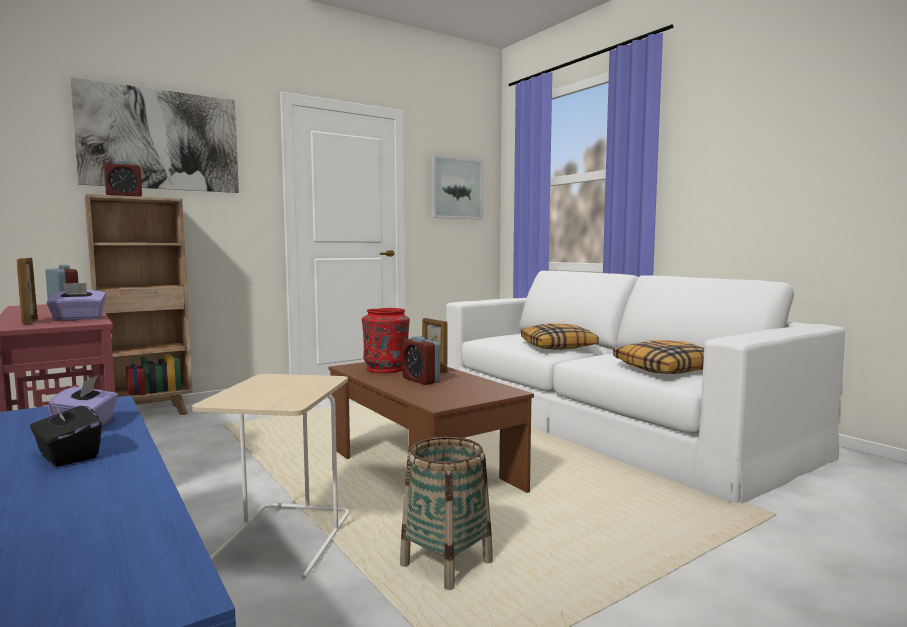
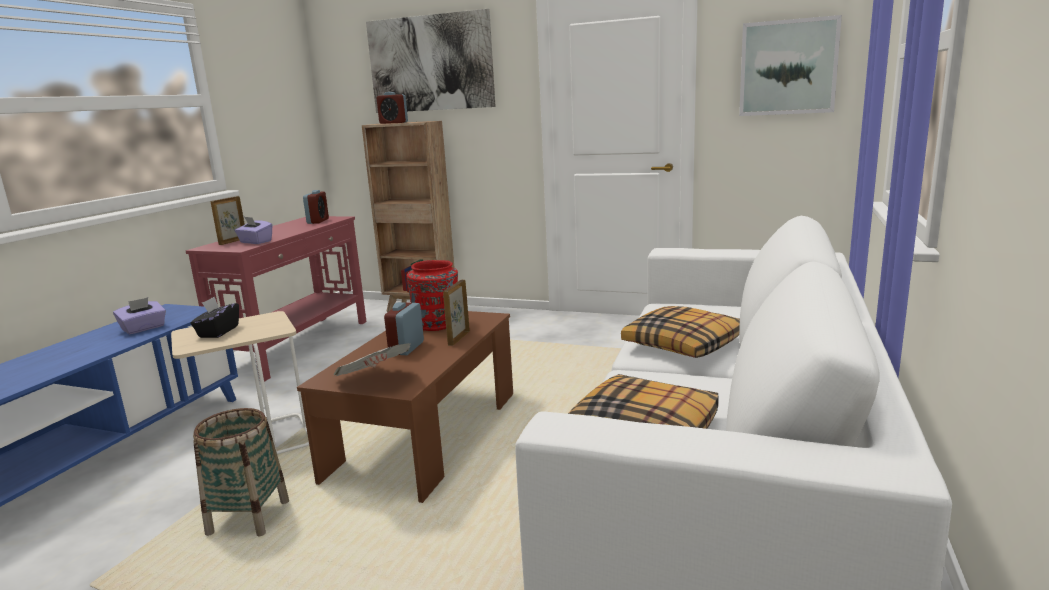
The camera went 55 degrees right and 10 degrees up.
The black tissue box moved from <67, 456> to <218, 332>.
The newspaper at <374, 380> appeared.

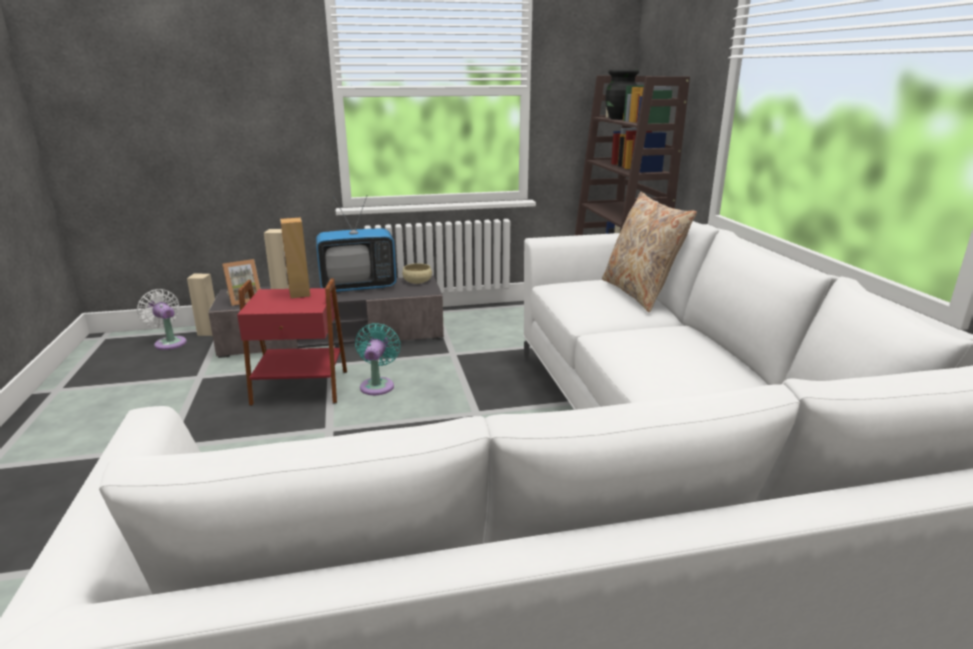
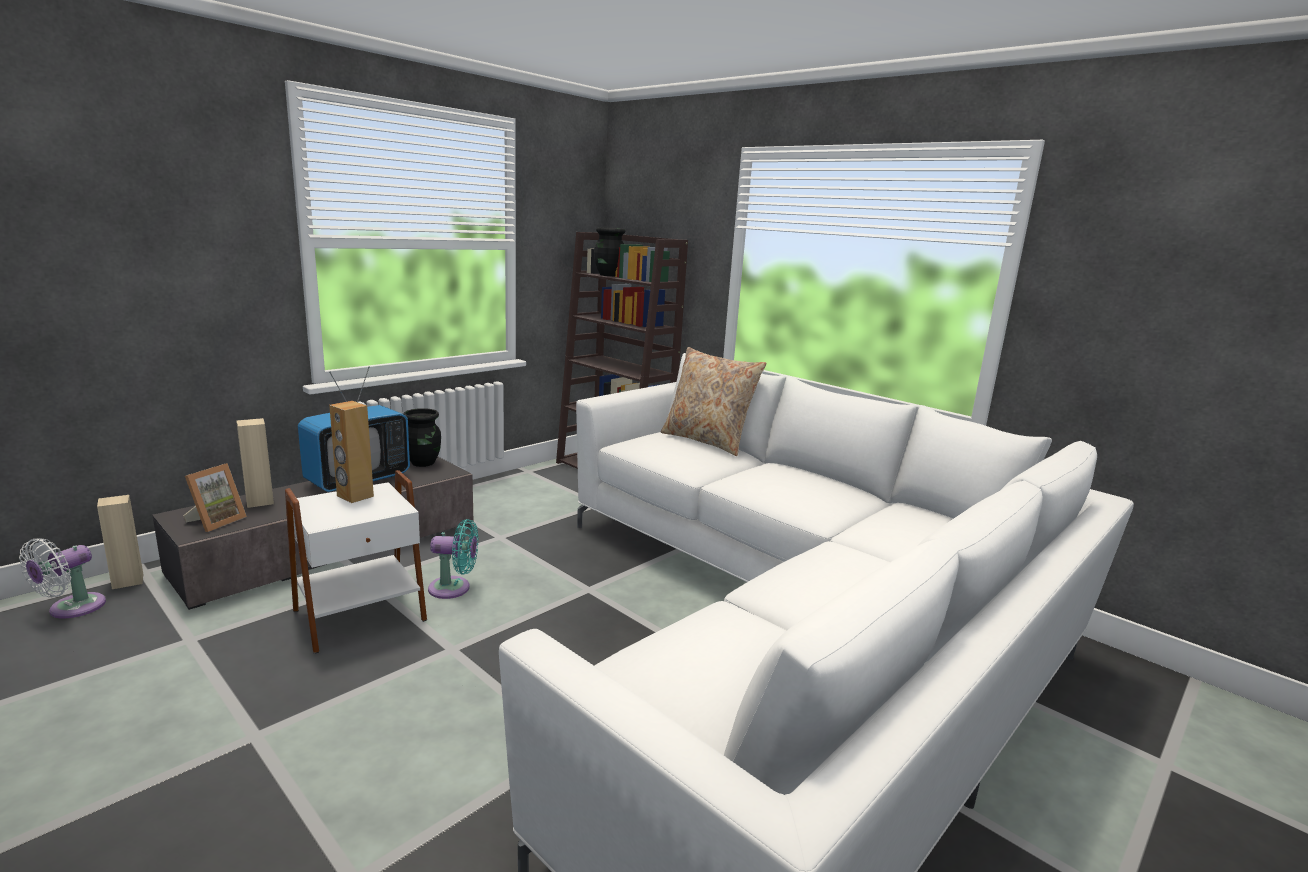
The camera went 35 degrees left and 5 degrees down.
The beige bowl at <417, 281> was replaced by the black vase at <423, 463>.
The red side table at <300, 388> became the white side table at <361, 616>.
The white fan at <169, 342> turned 75 degrees counterclockwise.
The turquoise fan at <378, 385> turned 120 degrees clockwise.

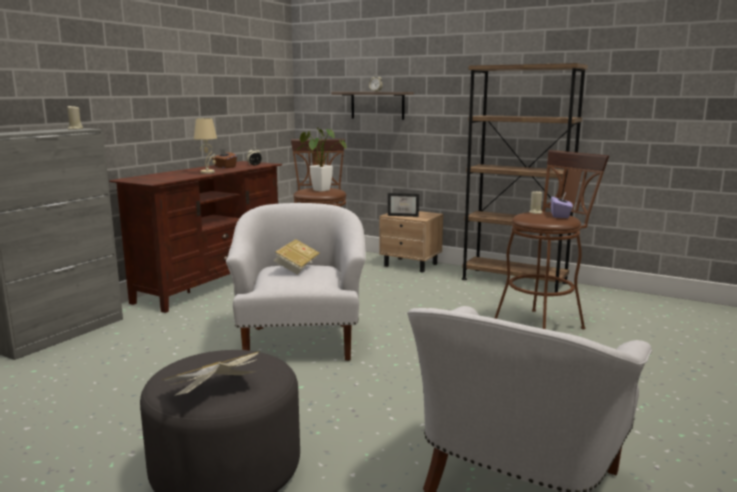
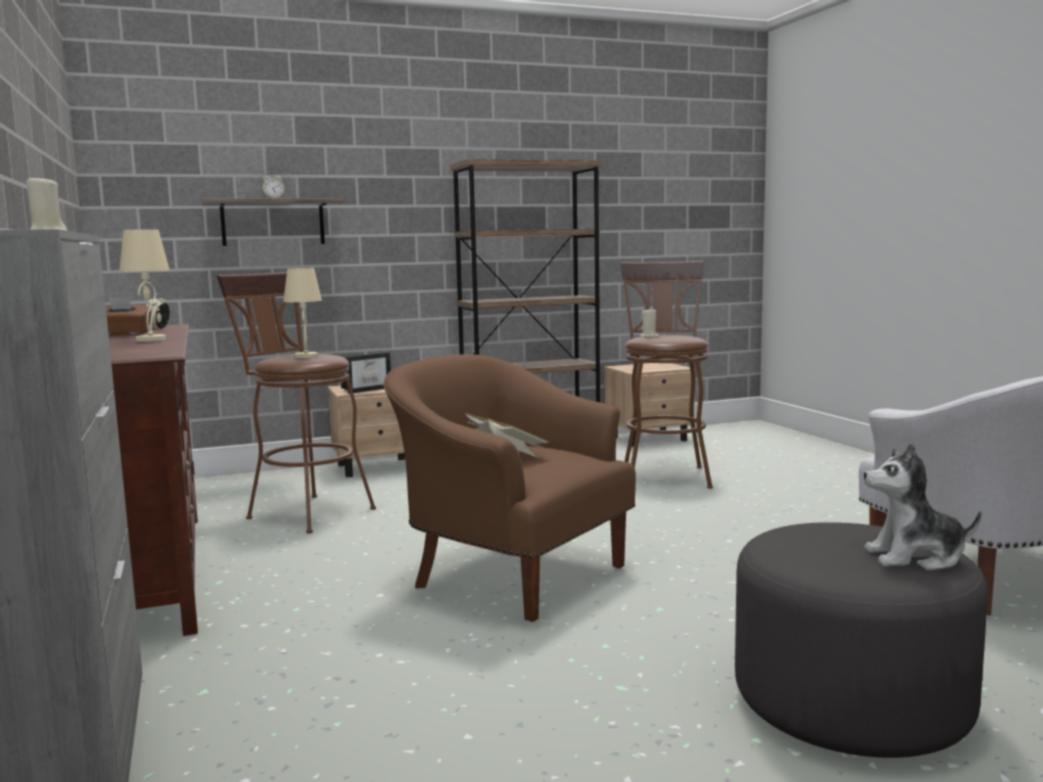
The camera went 50 degrees left and 5 degrees down.
The potted plant at <319, 190> was replaced by the beige table lamp at <305, 356>.
The purple tissue box at <560, 215> disappeared.
The white armchair at <301, 341> became the brown armchair at <512, 575>.
The book at <214, 390> was replaced by the plush toy at <915, 558>.
The beige nightstand at <649, 439> appeared.

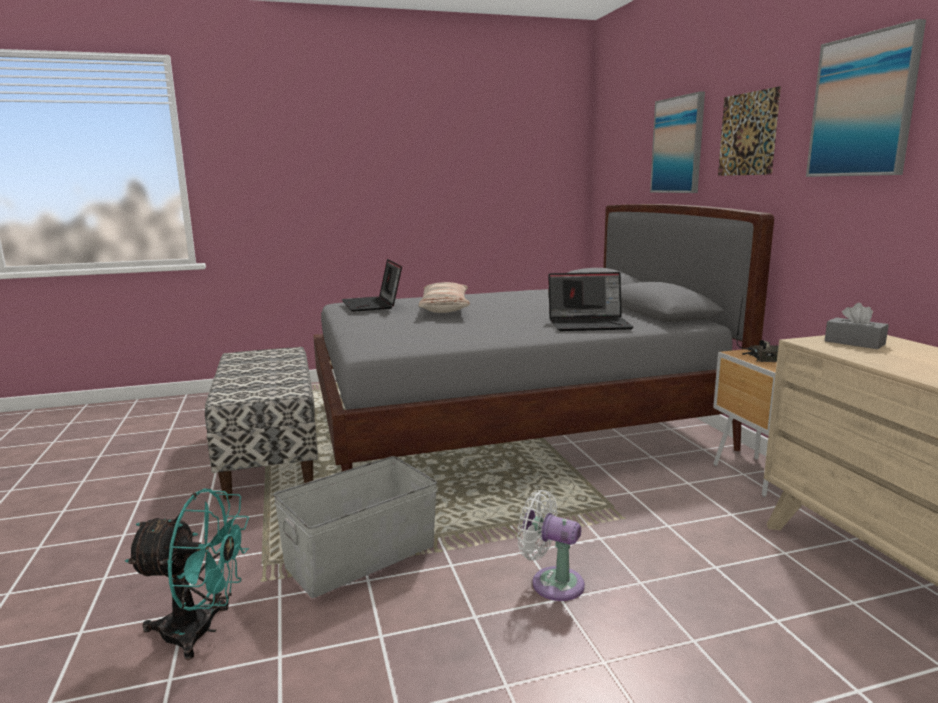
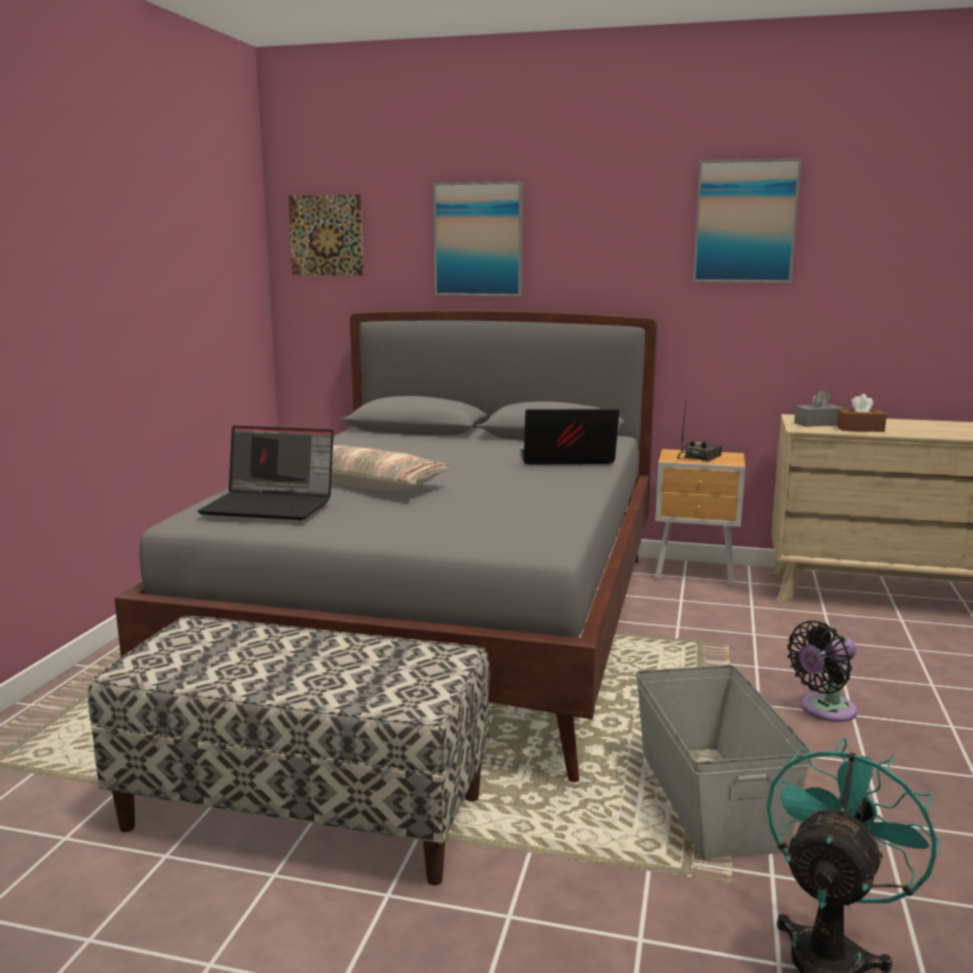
The camera went 60 degrees left and 0 degrees up.
The picture moved from <747, 134> to <326, 235>.
The laptop at <590, 324> turned 120 degrees counterclockwise.
The white fan at <552, 582> became the black fan at <824, 710>.
The brown tissue box at <860, 429> appeared.

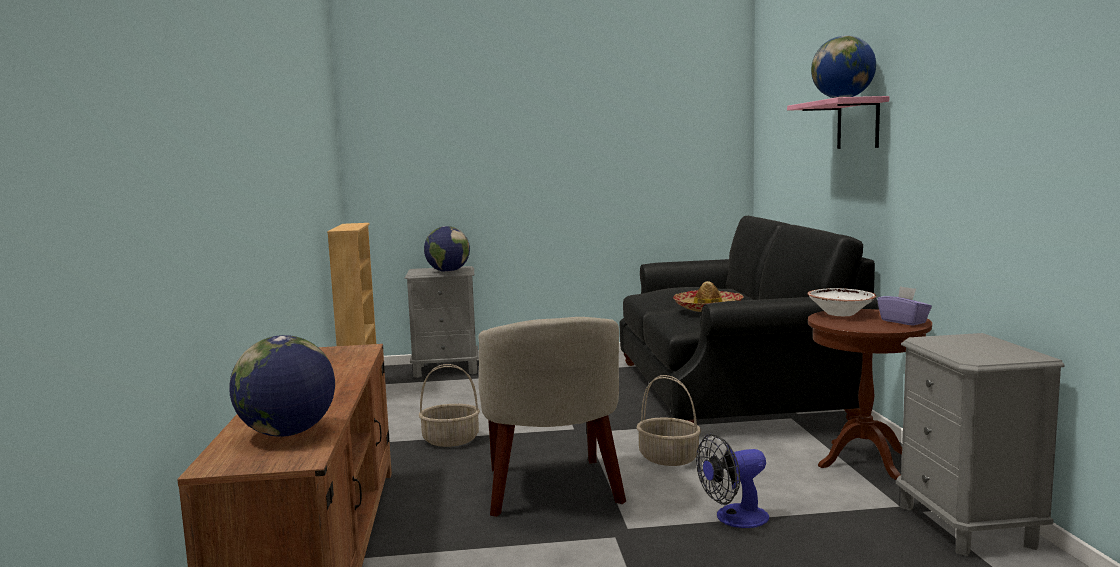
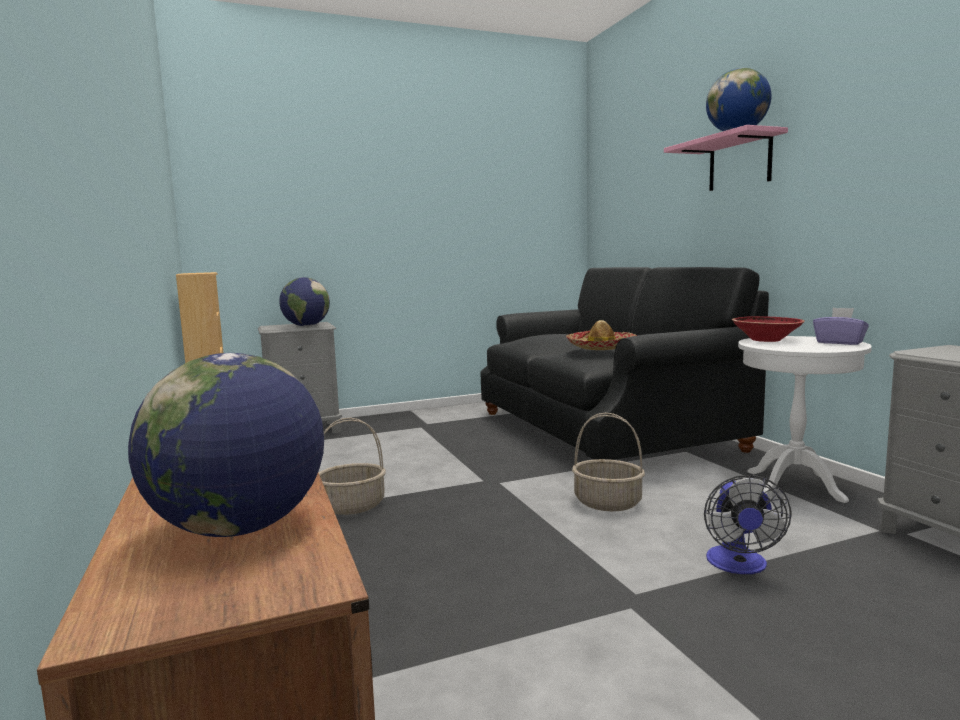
The camera went 15 degrees left and 0 degrees up.
The white bowl at <840, 313> became the red bowl at <766, 340>.
The brown side table at <864, 460> became the white side table at <794, 486>.
The beige armchair at <551, 489> disappeared.
The fan at <734, 518> turned 45 degrees counterclockwise.

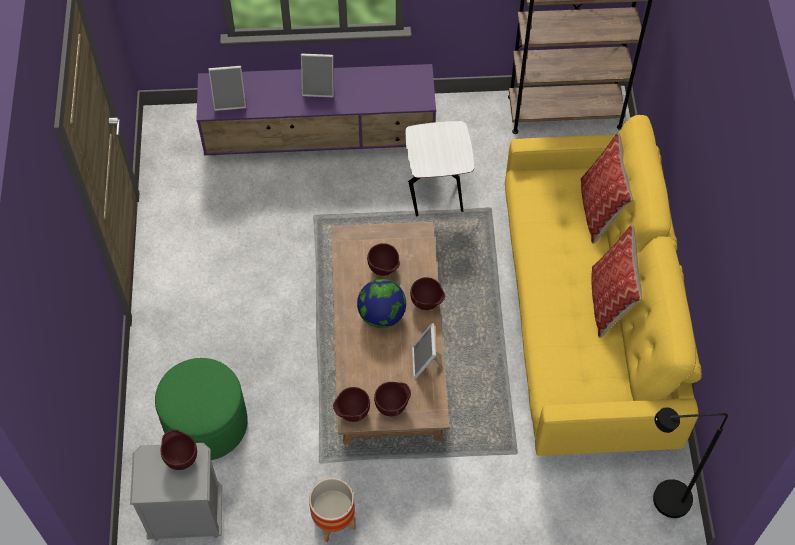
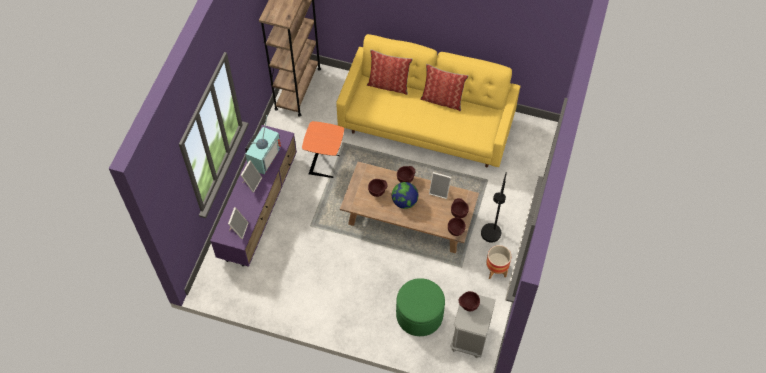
The camera went 70 degrees left and 0 degrees up.
The white side table at <437, 198> became the orange side table at <325, 164>.
The black floor lamp moved from <661, 502> to <490, 238>.
The television at <263, 156> appeared.

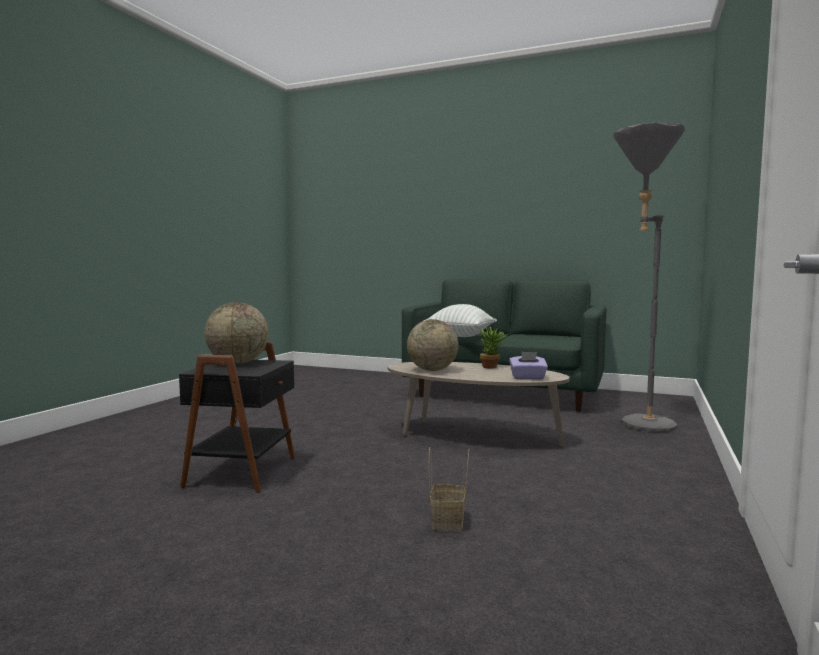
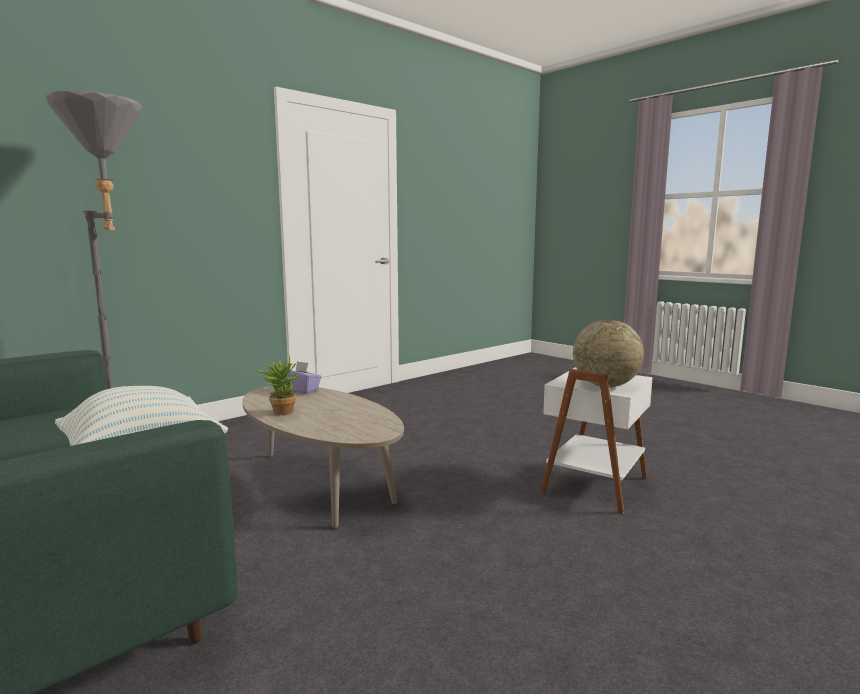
The camera went 155 degrees left and 5 degrees up.
The globe at <432, 370> disappeared.
The black side table at <244, 471> became the white side table at <592, 484>.
The basket at <448, 522> disappeared.

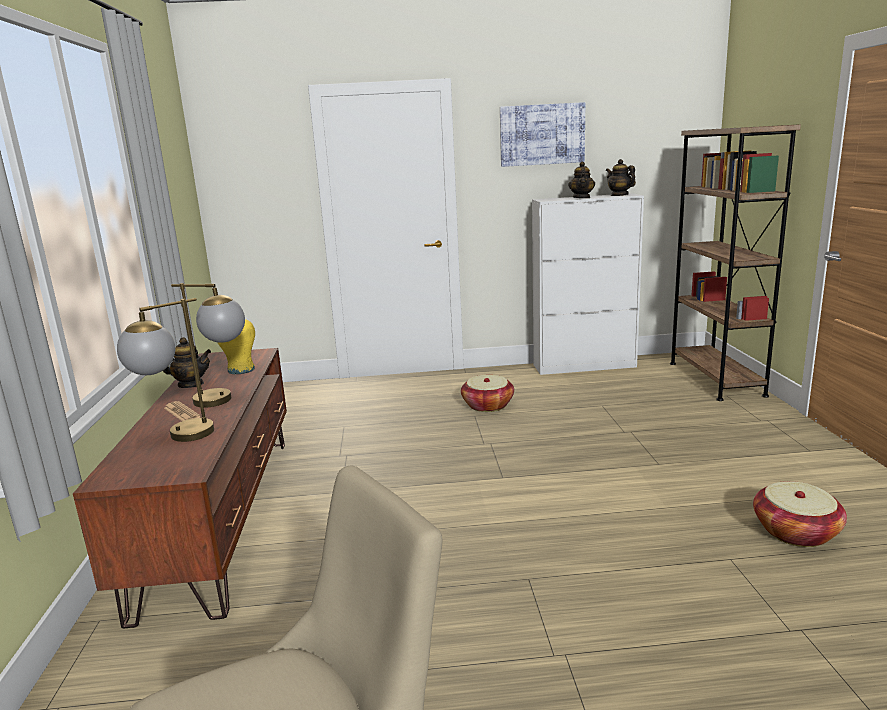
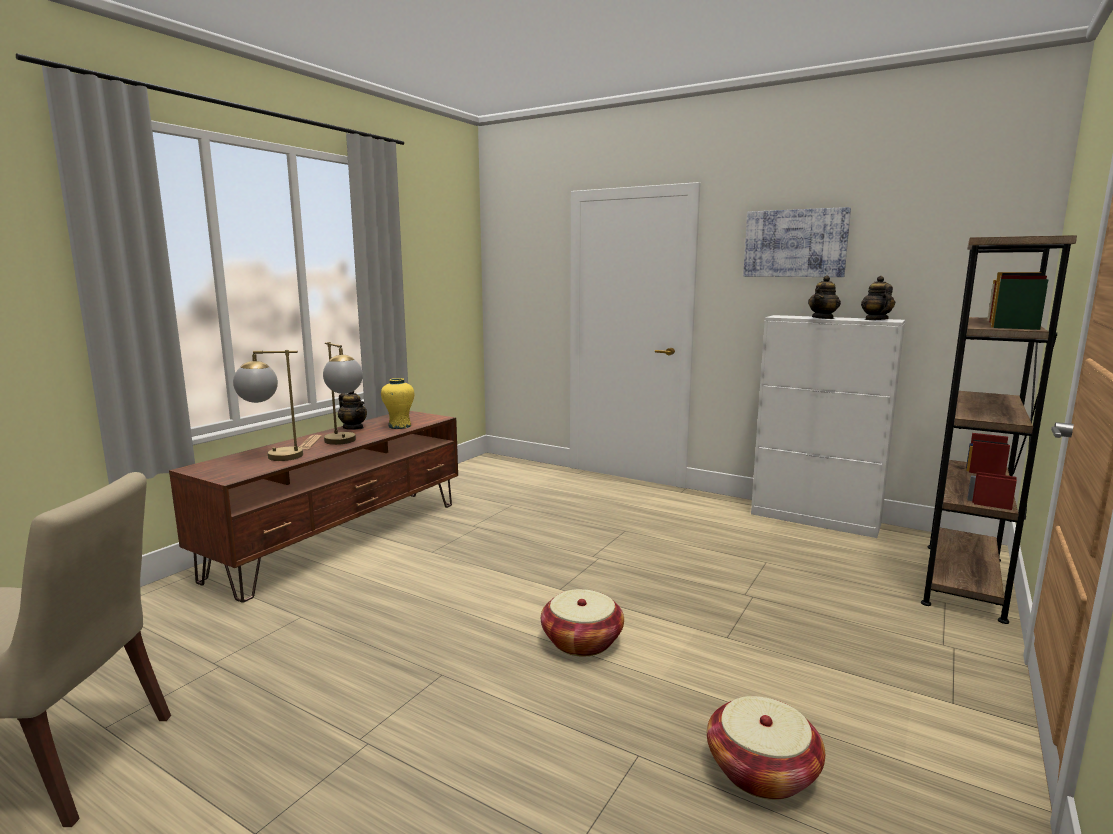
The camera went 35 degrees right and 5 degrees down.
The basket moved from <488, 405> to <582, 641>.

